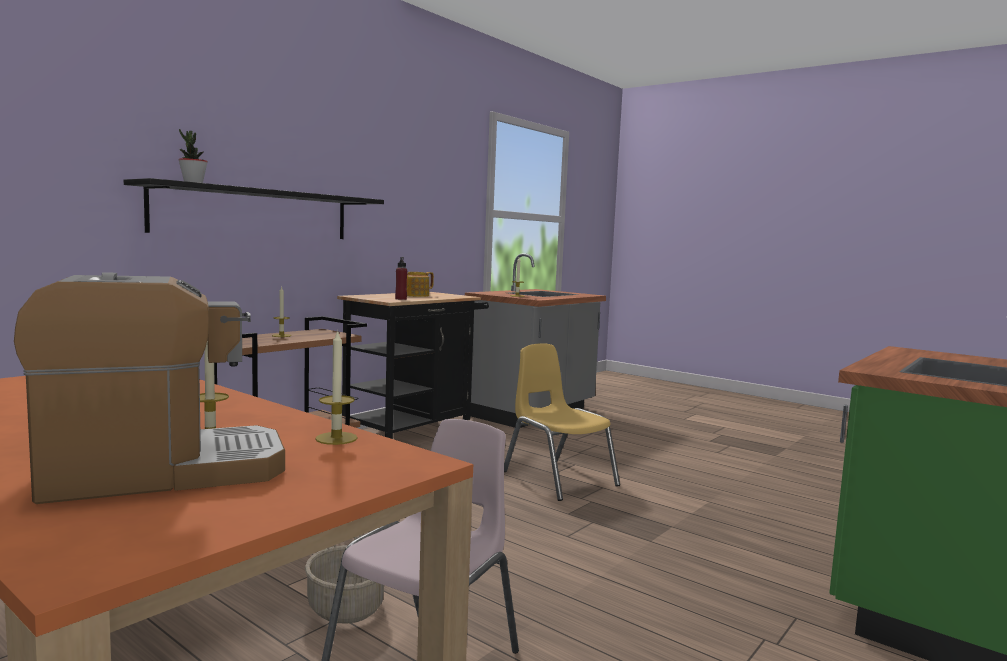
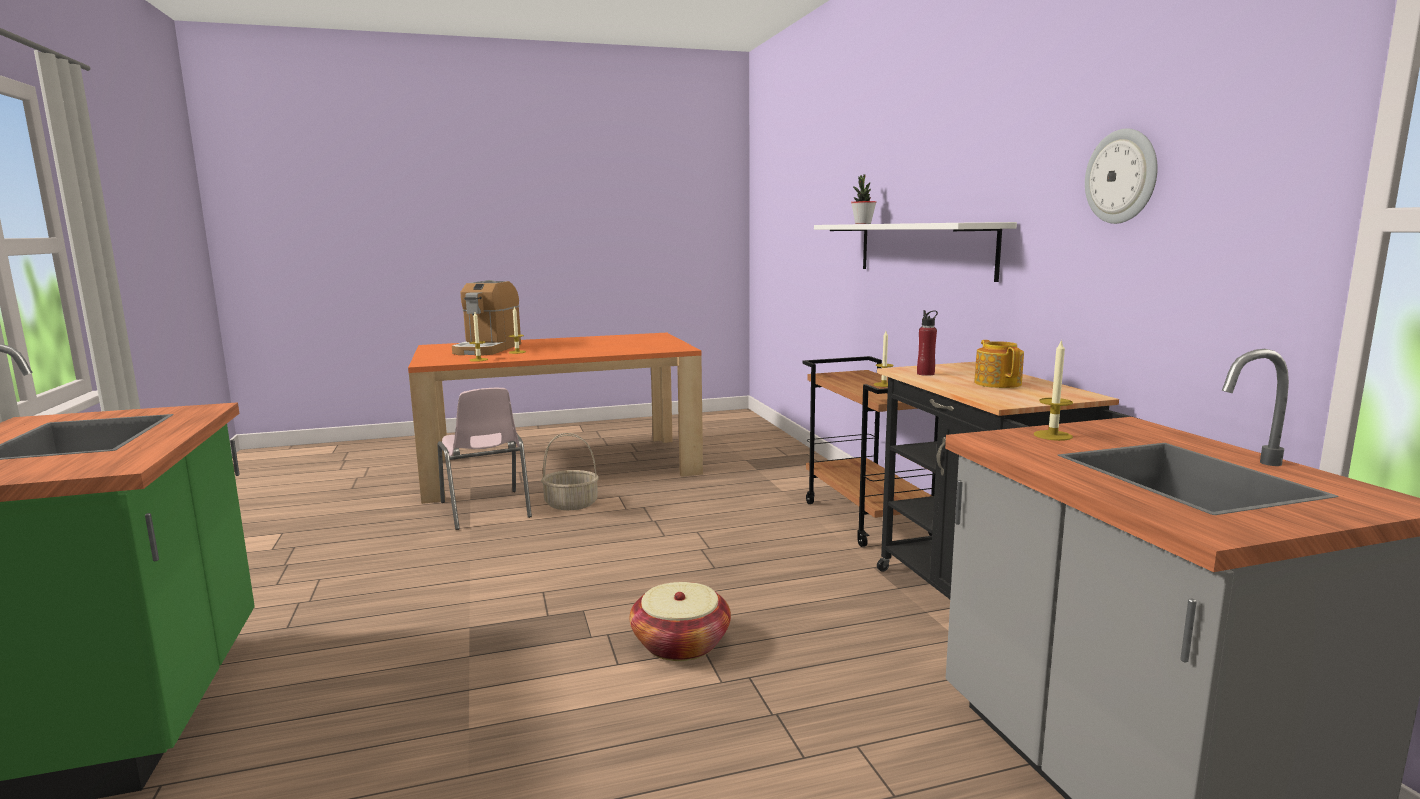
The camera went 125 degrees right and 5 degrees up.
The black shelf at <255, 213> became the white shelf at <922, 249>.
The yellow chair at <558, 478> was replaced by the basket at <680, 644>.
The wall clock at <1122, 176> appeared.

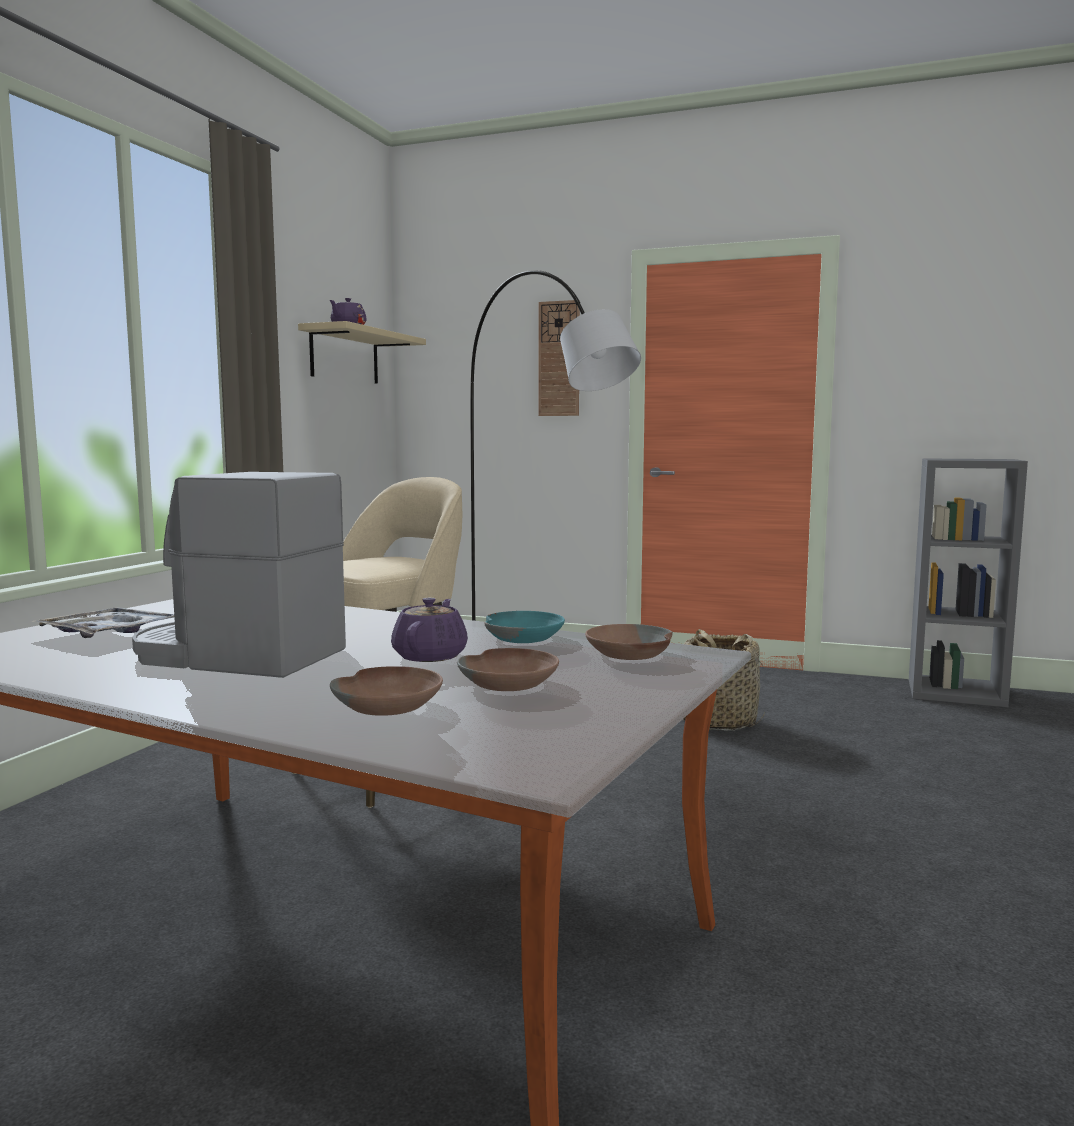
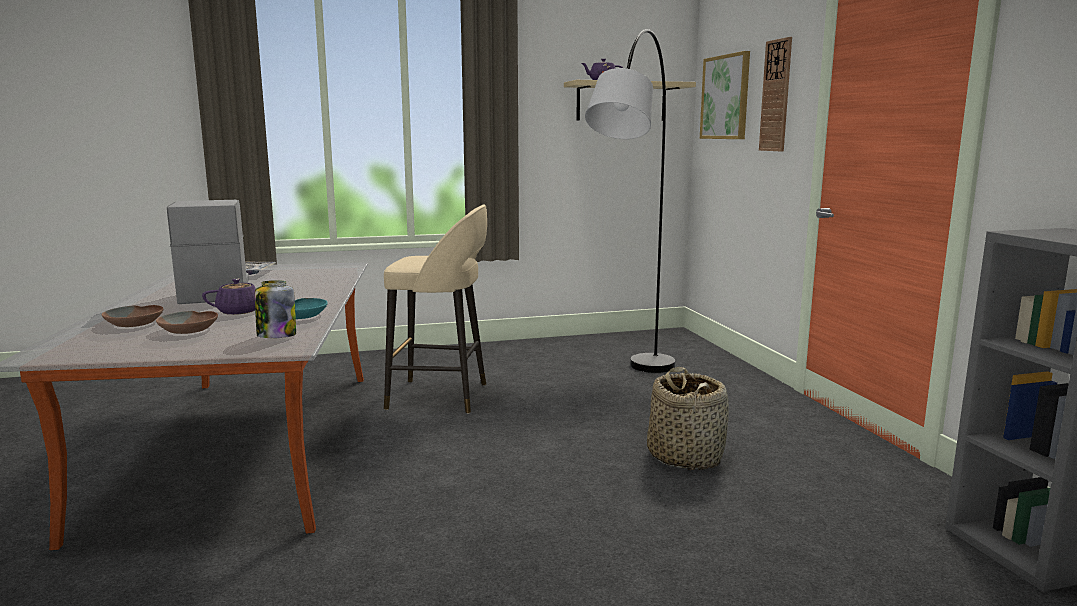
The camera went 55 degrees right and 5 degrees up.
The brown bowl at <628, 654> was replaced by the jar at <276, 335>.
The picture at <725, 97> appeared.

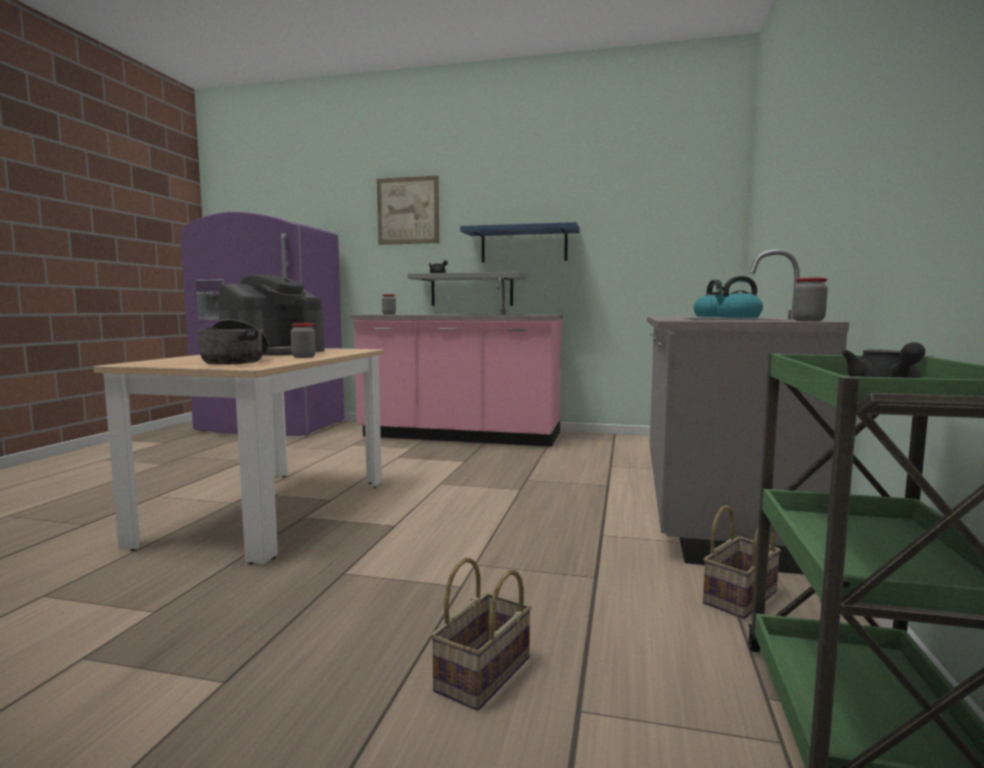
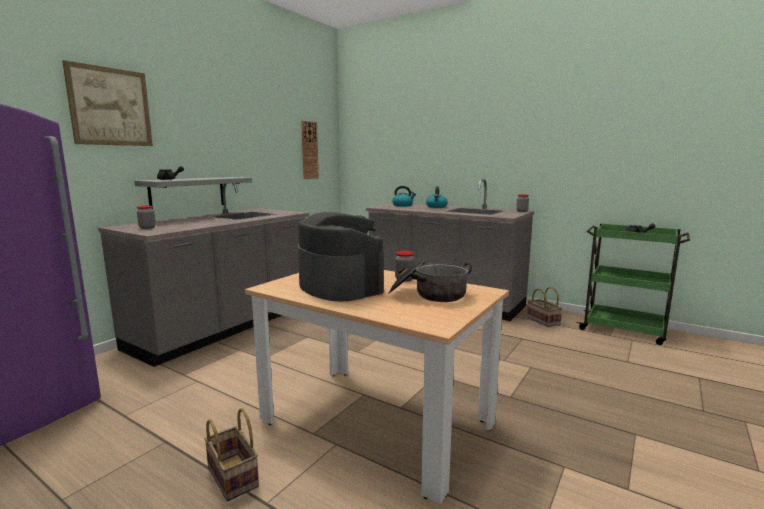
The camera went 70 degrees left and 5 degrees up.
The blue shelf at <524, 245> disappeared.
The pink counter at <460, 436> became the grey counter at <225, 327>.
The basket moved from <483, 676> to <234, 477>.
The wall clock at <309, 150> appeared.

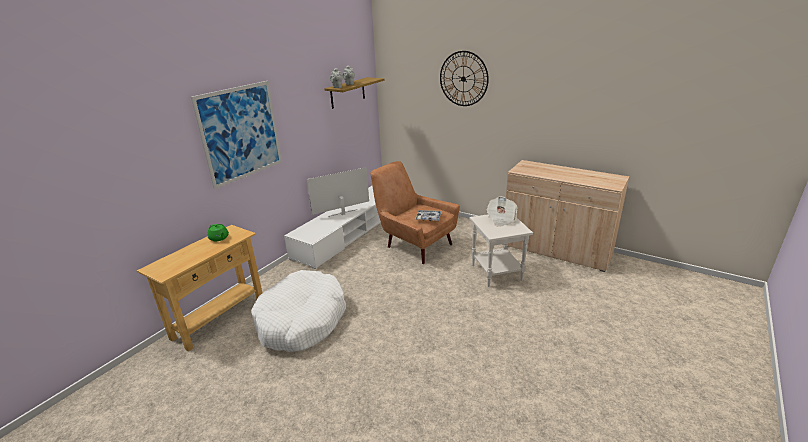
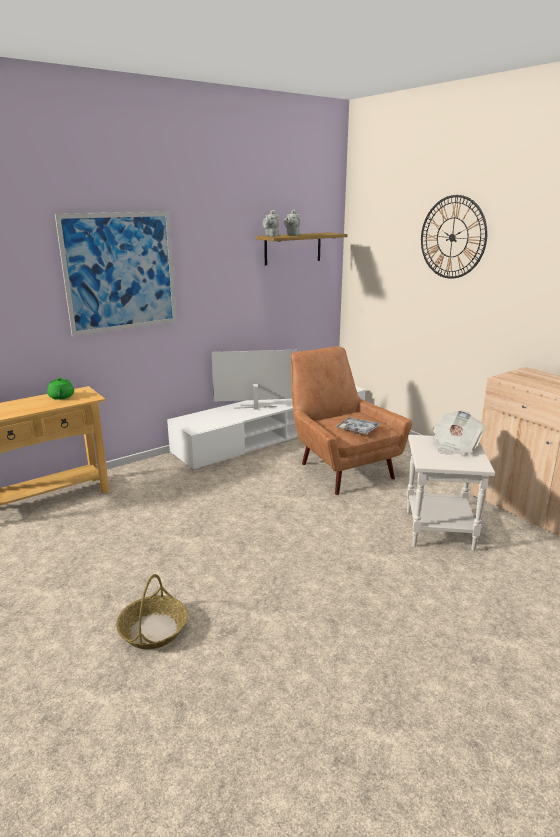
The camera went 20 degrees right and 5 degrees down.
The white dog bed at <301, 321> disappeared.
The basket at <153, 629> appeared.

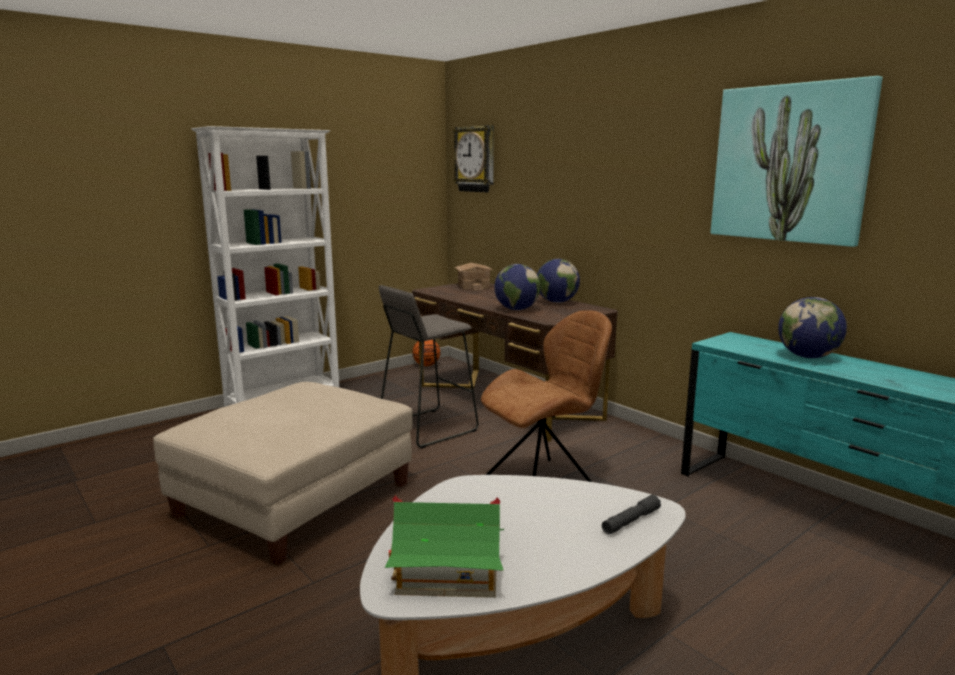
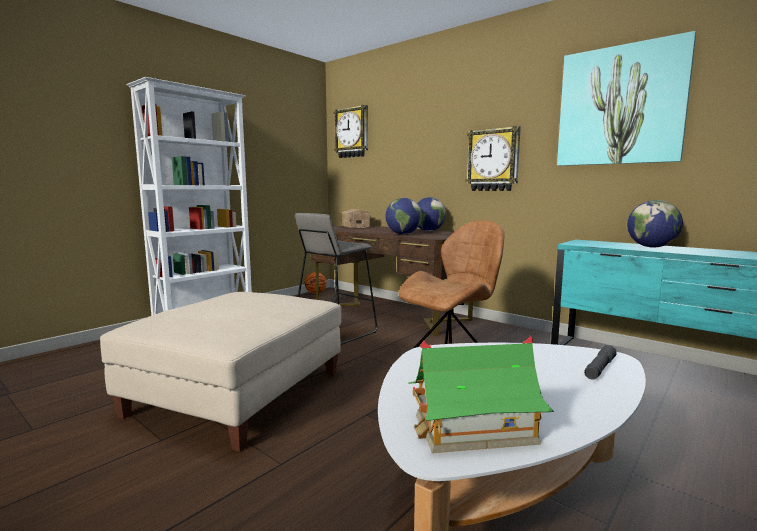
The camera went 10 degrees left and 5 degrees down.
The wall clock at <493, 160> appeared.

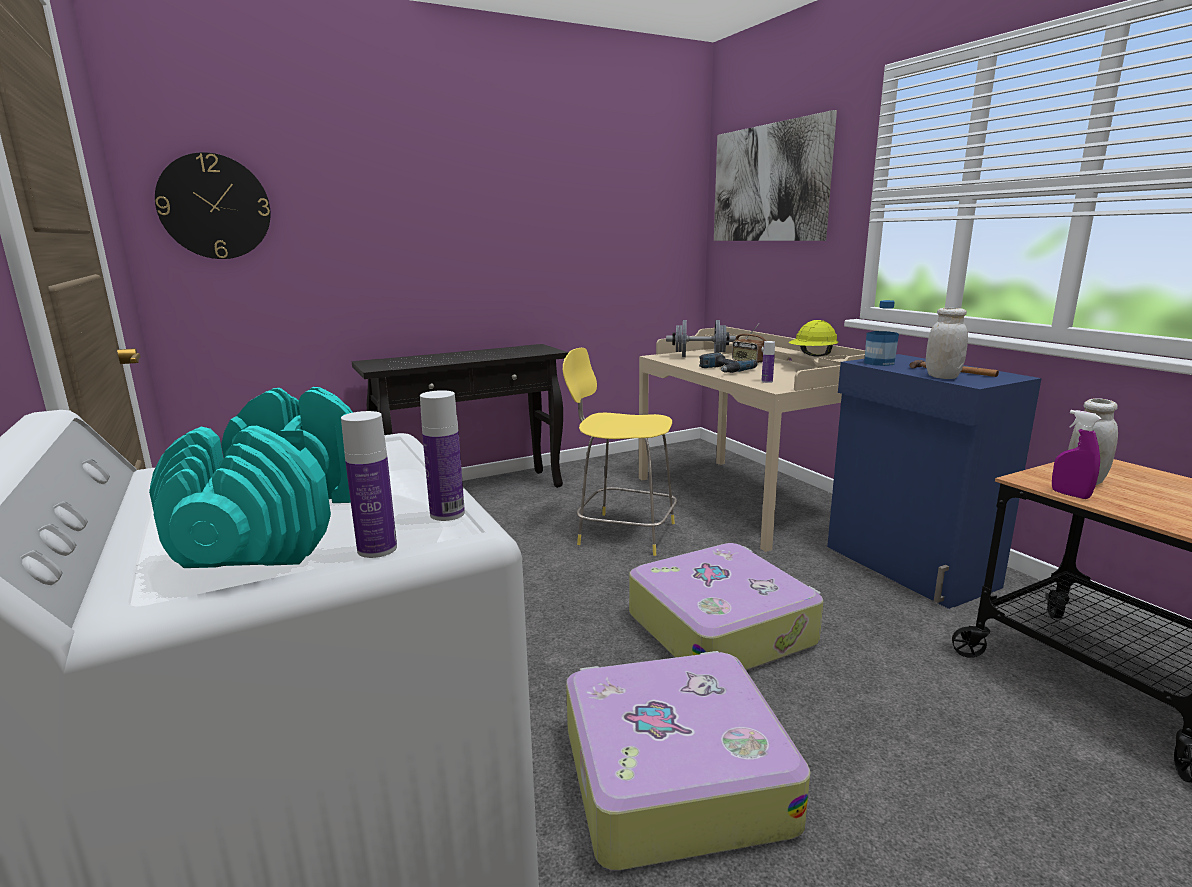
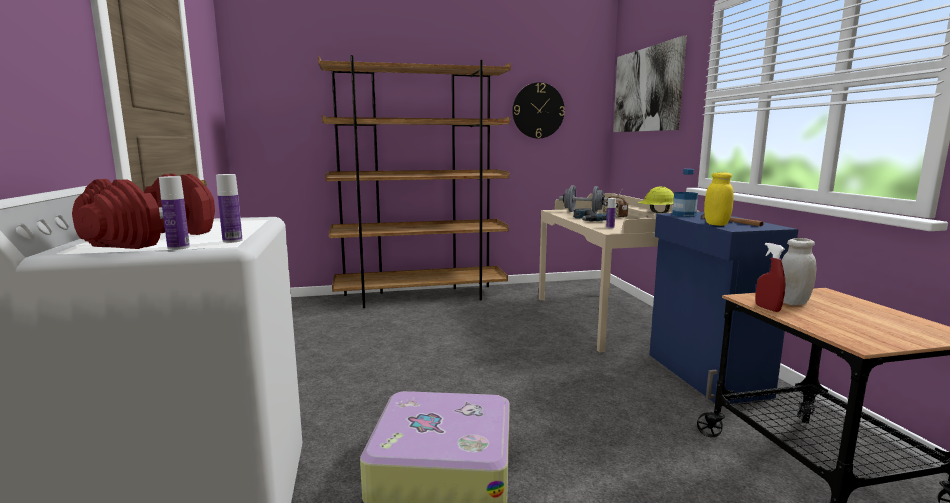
The camera went 15 degrees right and 5 degrees down.
The wall clock moved from <214, 207> to <538, 110>.
The white jar at <942, 377> became the yellow jar at <716, 224>.
The black console table at <473, 493> was replaced by the brown bookcase at <421, 297>.
The yellow stool at <623, 533> disappeared.
The turquoise dumbbell at <279, 524> became the red dumbbell at <154, 238>.
The purple spray bottle at <1070, 494> became the red spray bottle at <767, 308>.
The suitcase at <721, 628> disappeared.

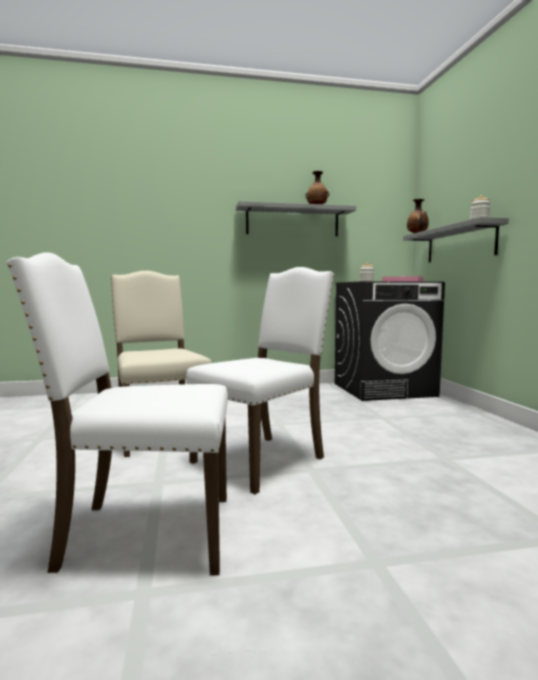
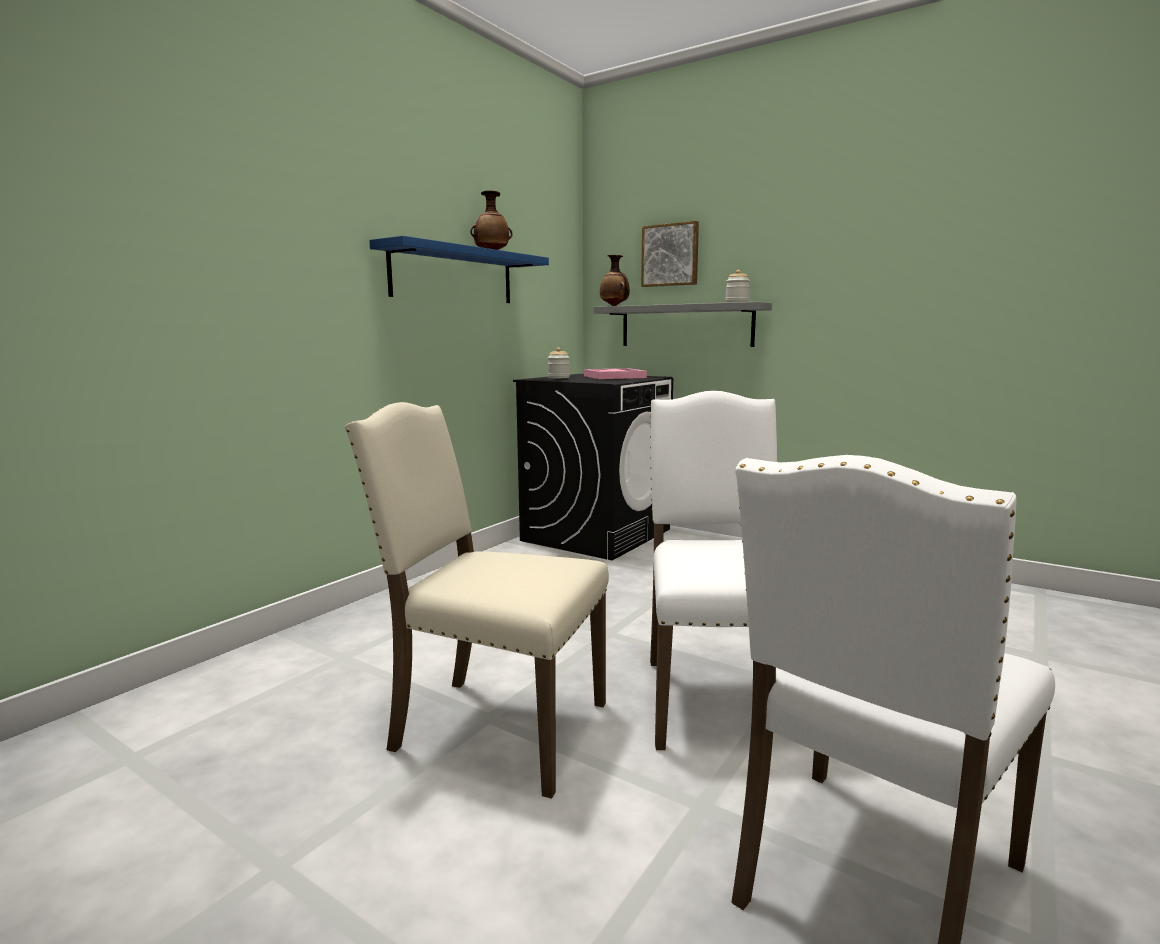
The camera went 45 degrees left and 5 degrees up.
The grey shelf at <292, 221> became the blue shelf at <453, 275>.
The picture at <670, 255> appeared.

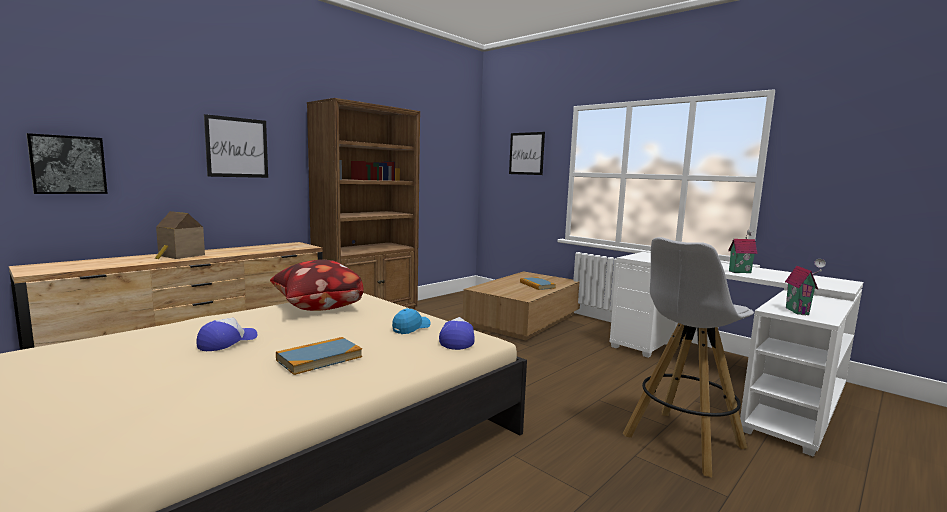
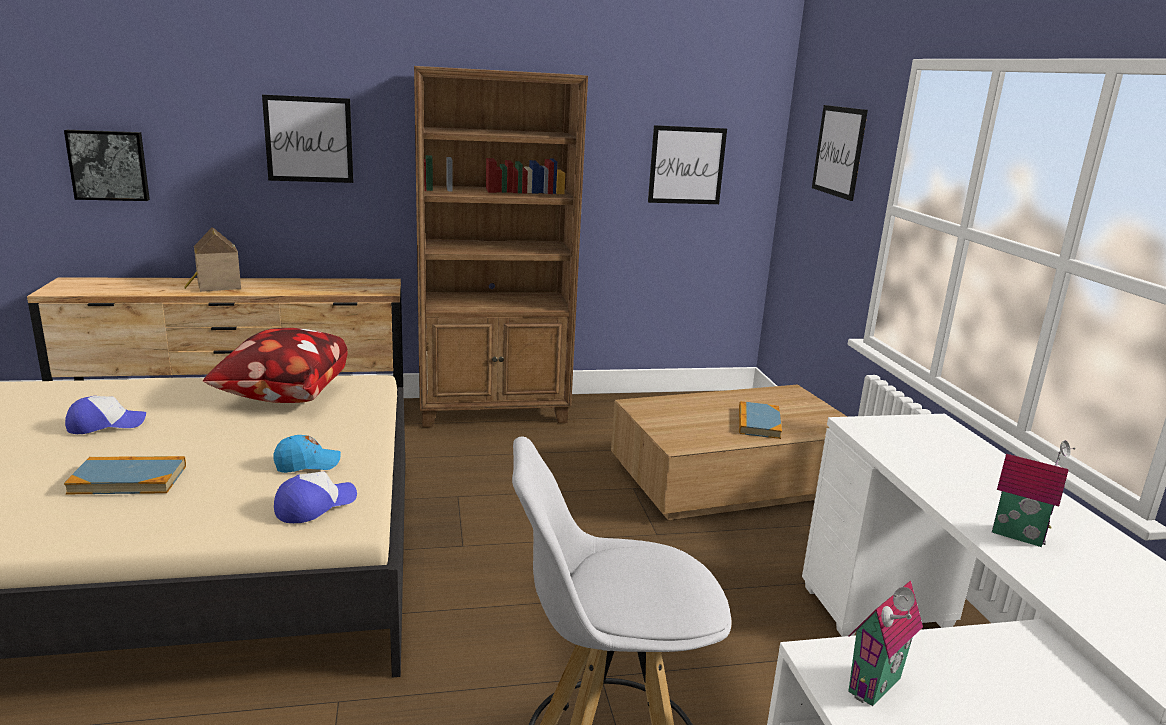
The camera went 35 degrees right and 10 degrees up.
The picture at <686, 165> appeared.

